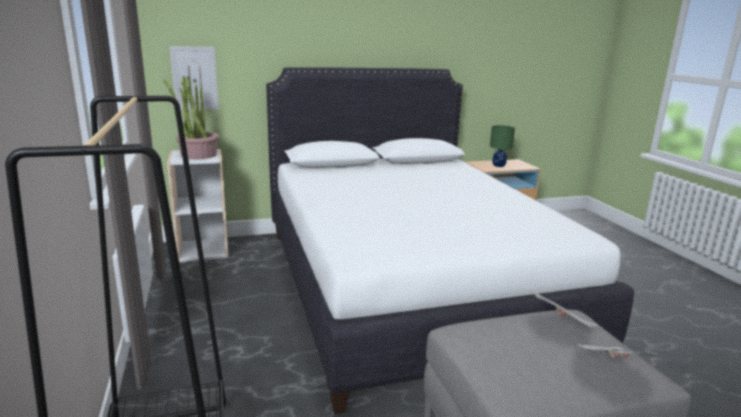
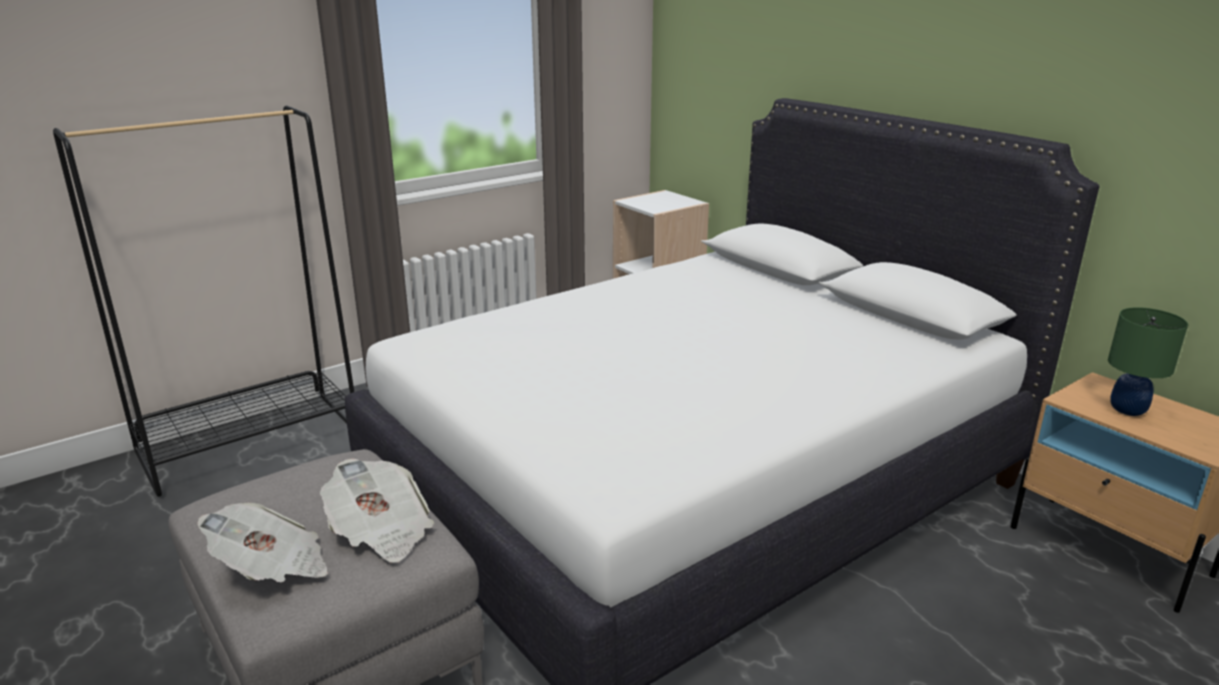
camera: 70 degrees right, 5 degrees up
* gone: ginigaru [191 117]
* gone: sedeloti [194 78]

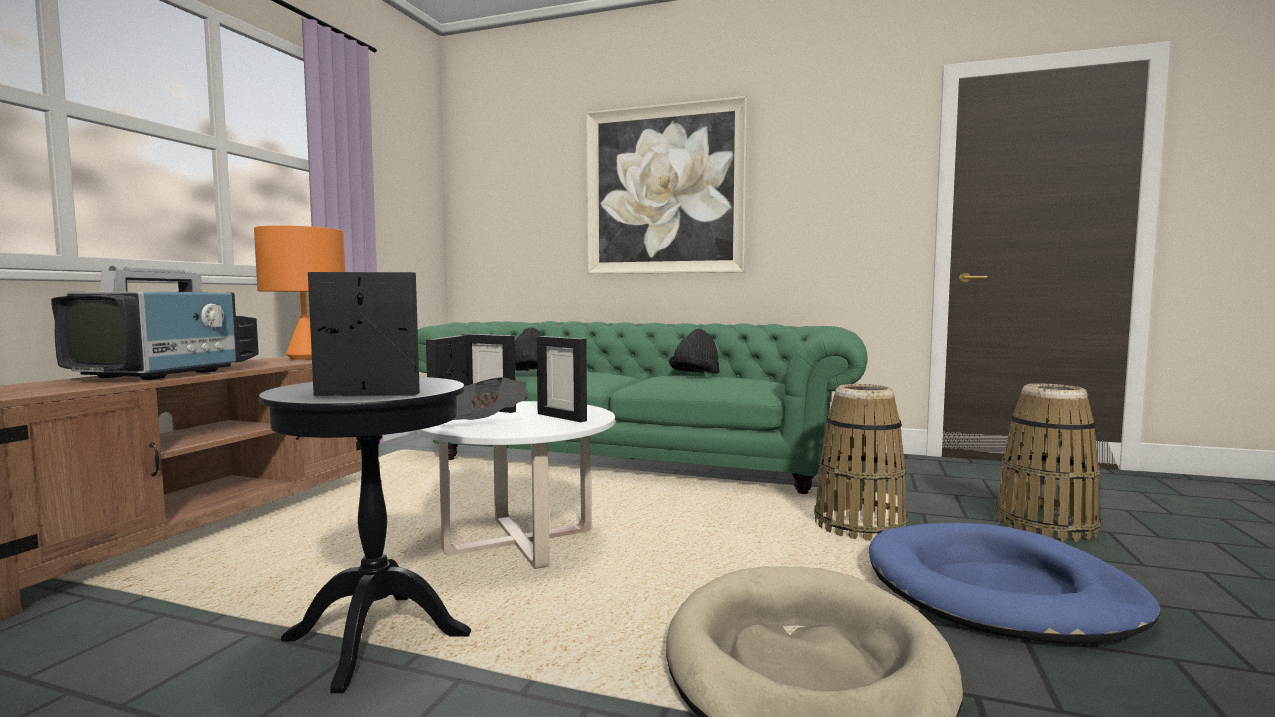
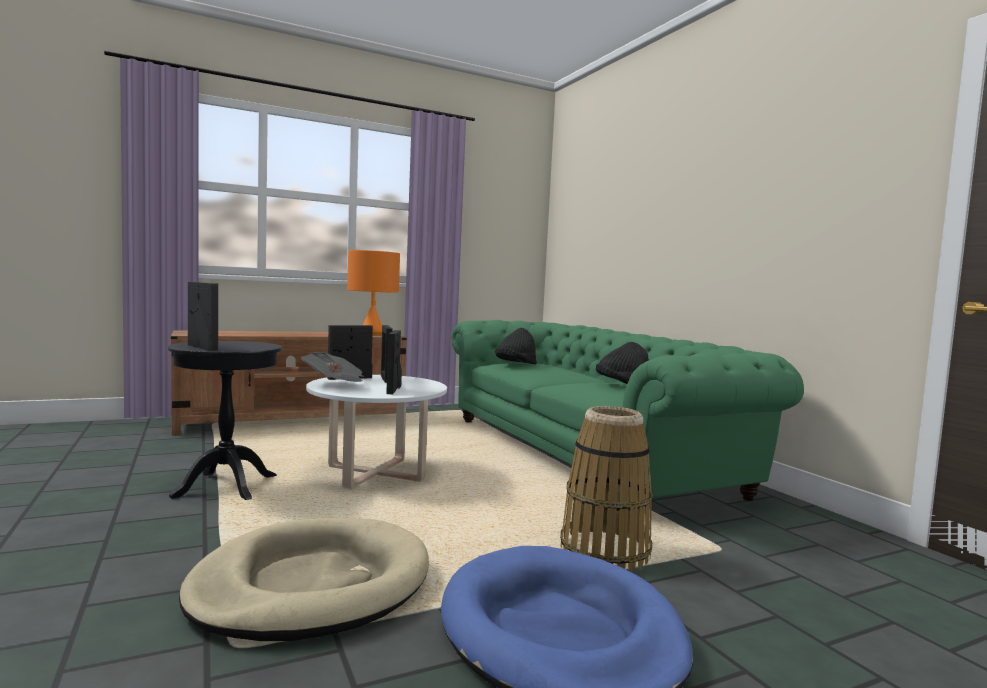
camera: 45 degrees right, 0 degrees up
* gone: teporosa [155 323]
* gone: sedeloti [667 185]
* gone: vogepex [1048 463]

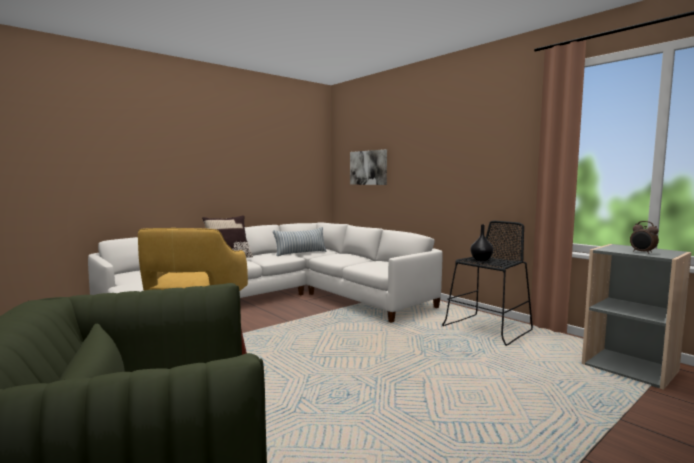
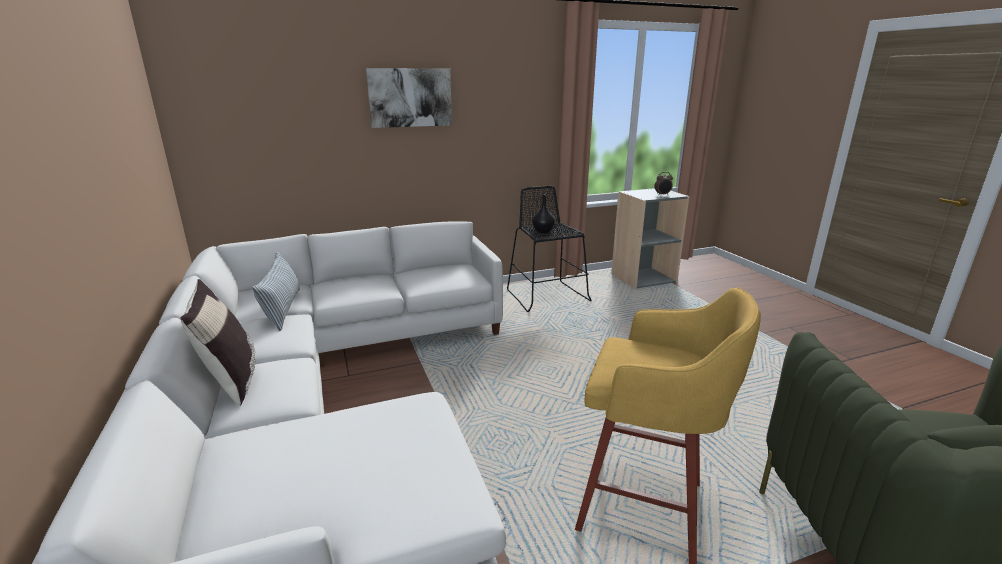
camera: 70 degrees left, 15 degrees up
* shifted: sedeloti [368 167] to [409 98]

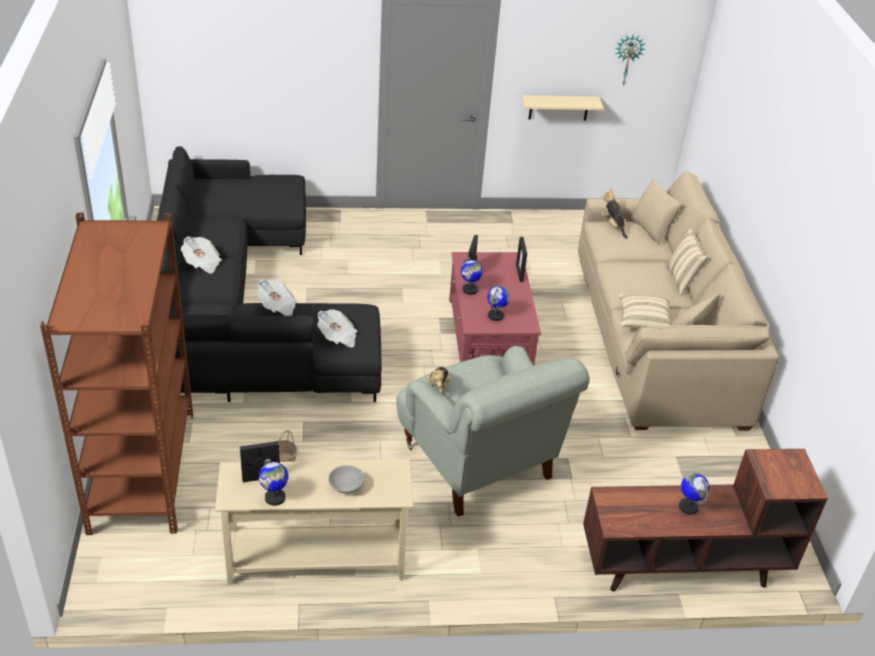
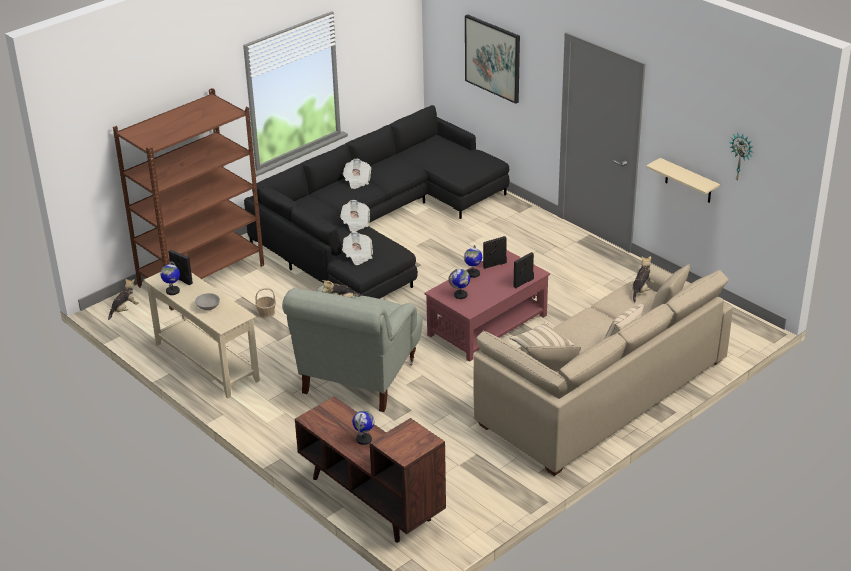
camera: 55 degrees right, 5 degrees down
* new: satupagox [123 299]
* new: sedeloti [492 59]

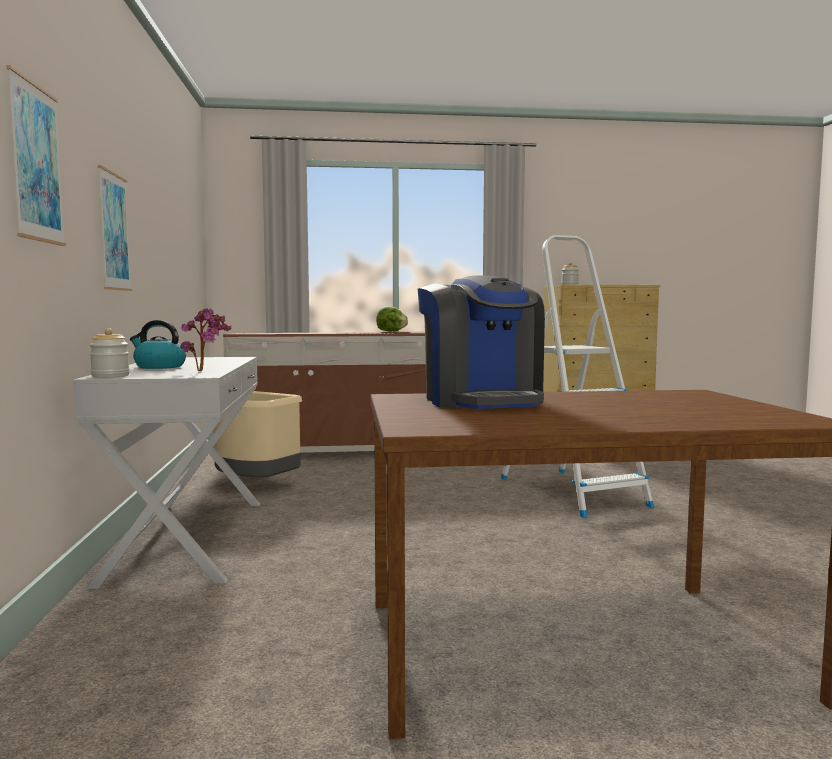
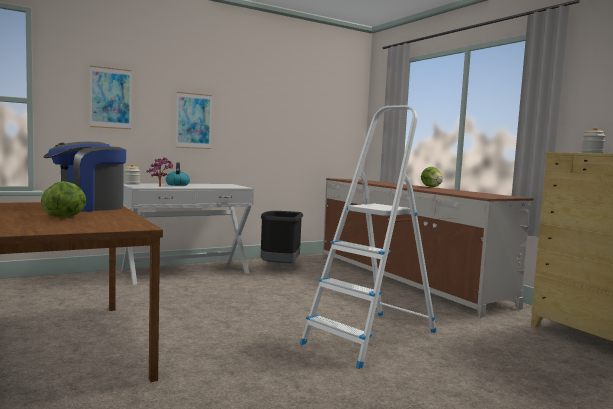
camera: 65 degrees right, 0 degrees up
* repainted: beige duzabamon [257 434] to black duzabamon [282 237]
* new: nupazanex [63 199]

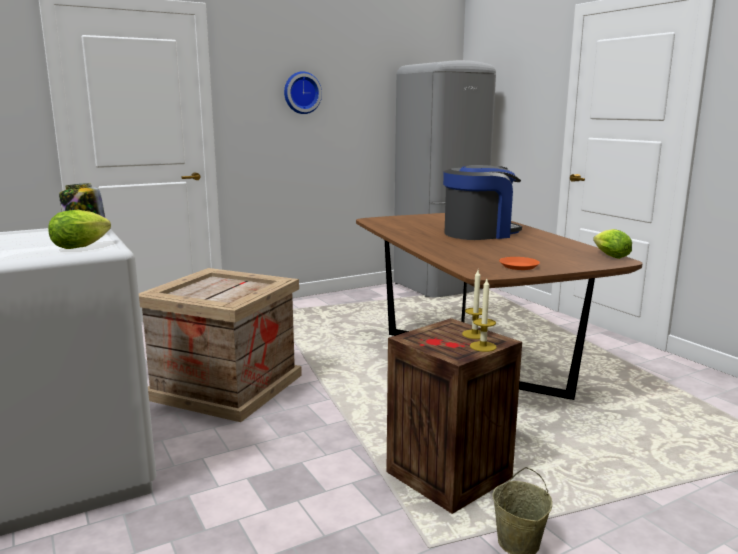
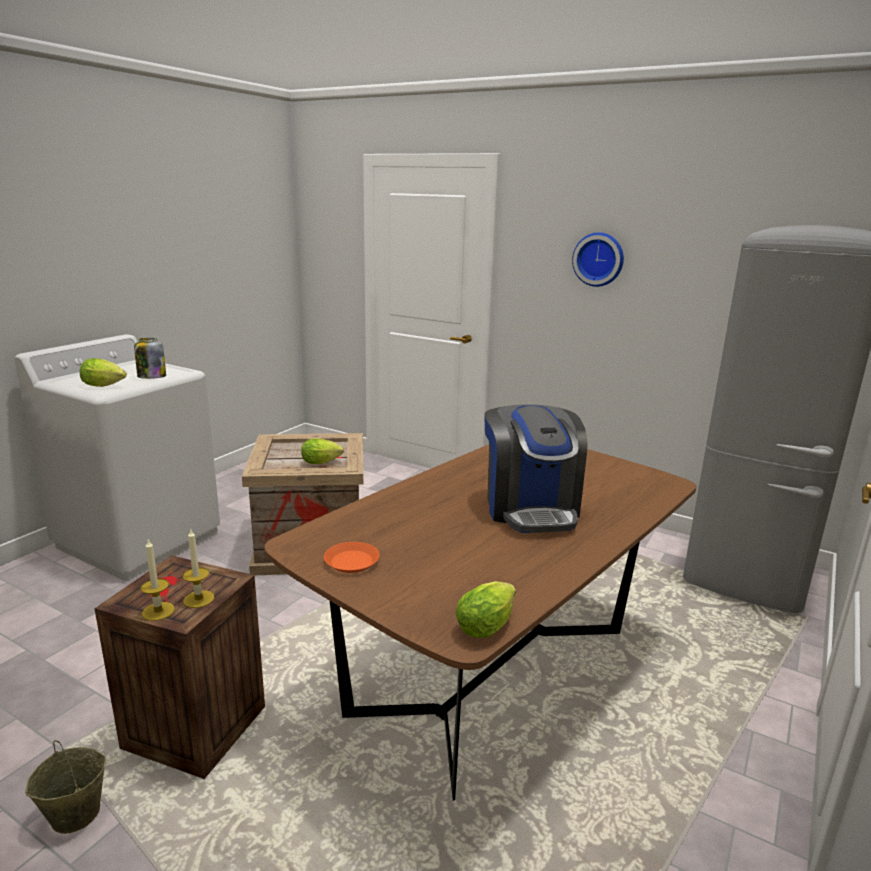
camera: 60 degrees right, 5 degrees up
* rotated: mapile [482 202] = [535 468] 45 degrees clockwise
* new: nupazanex [322 451]

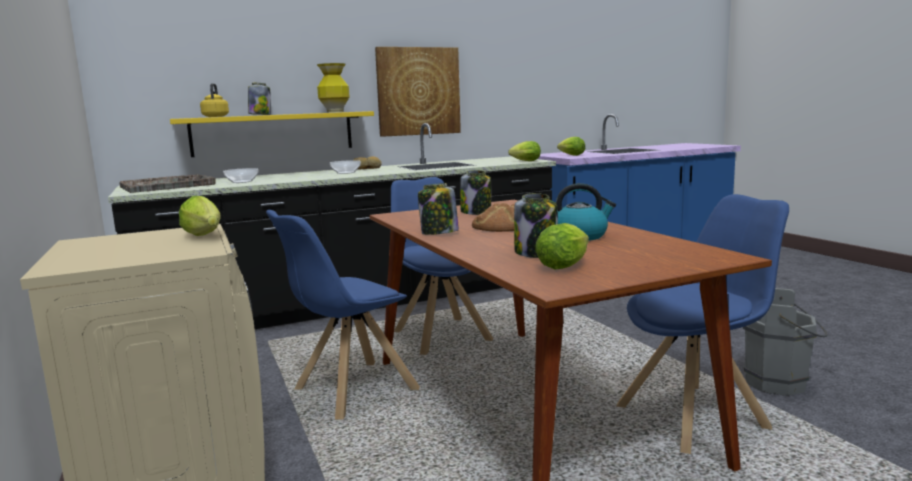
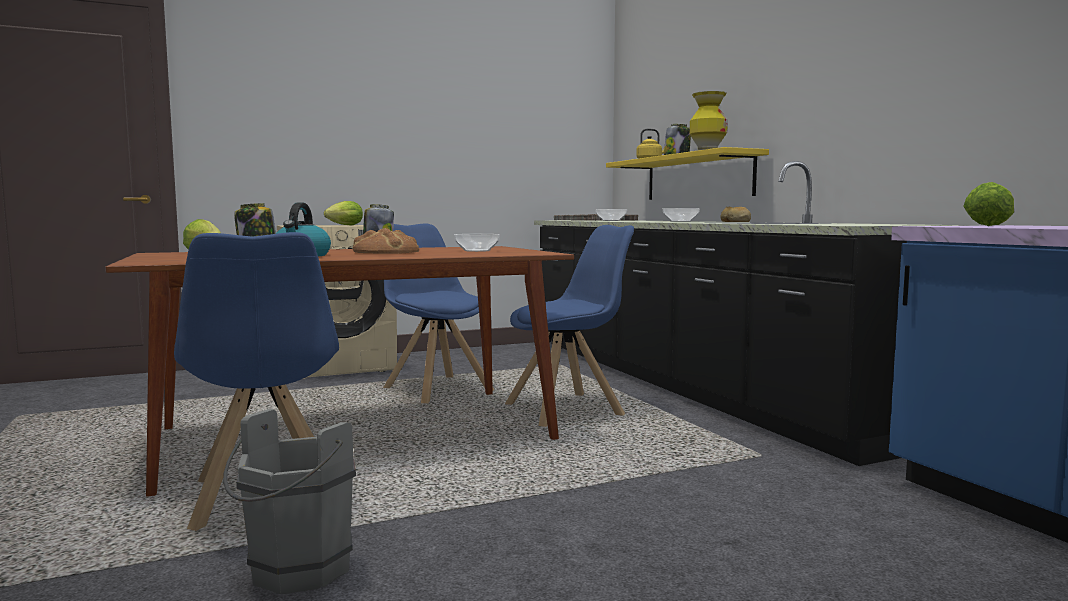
camera: 90 degrees right, 5 degrees down
* gone: sedeloti [418 92]
* swapped: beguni [475 192] to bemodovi [477 243]
* gone: nupazanex [524 151]

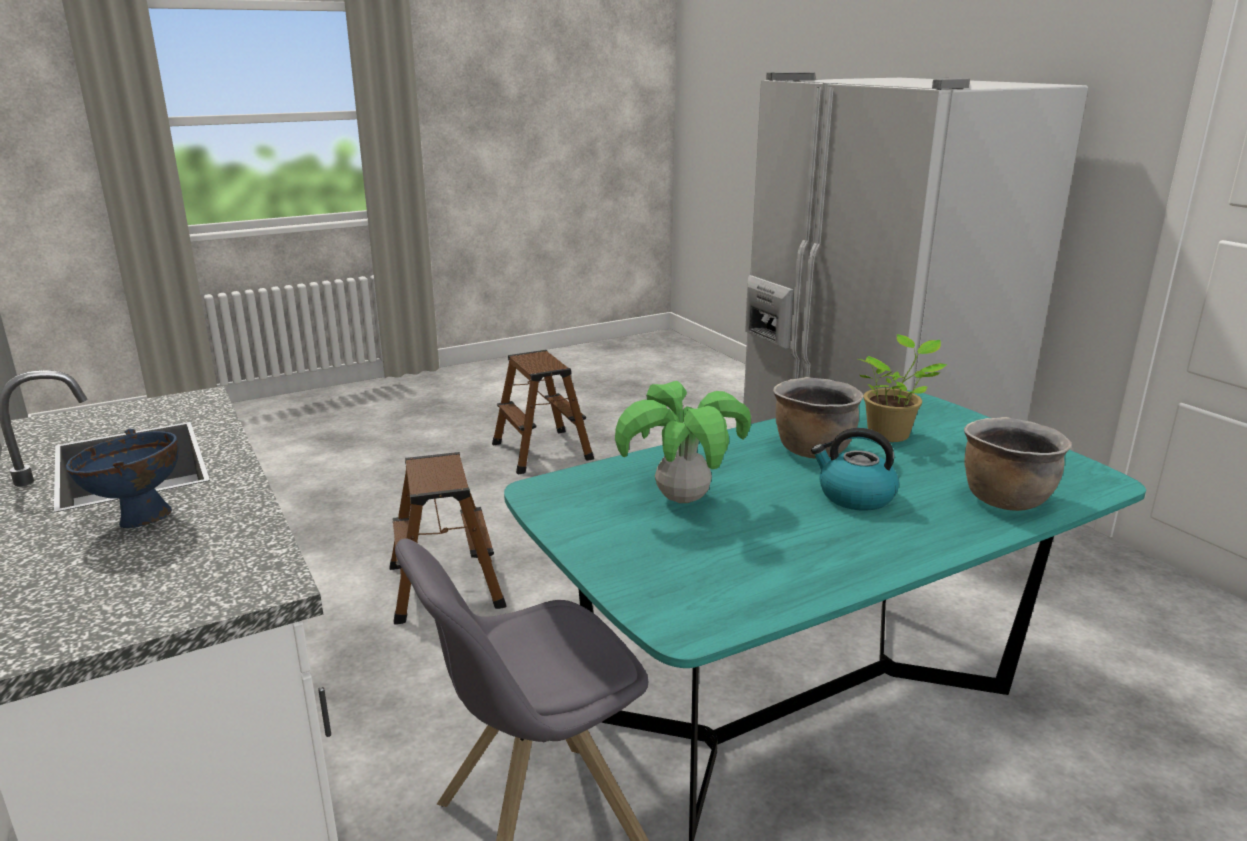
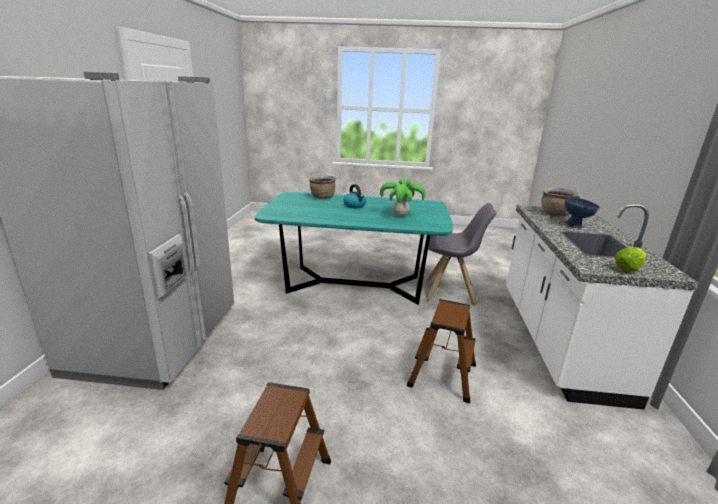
camera: 145 degrees left, 0 degrees up
* shifted: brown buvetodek [818 418] to [560 201]
* gone: ginigaru [903 388]
* new: nupazanex [630 259]

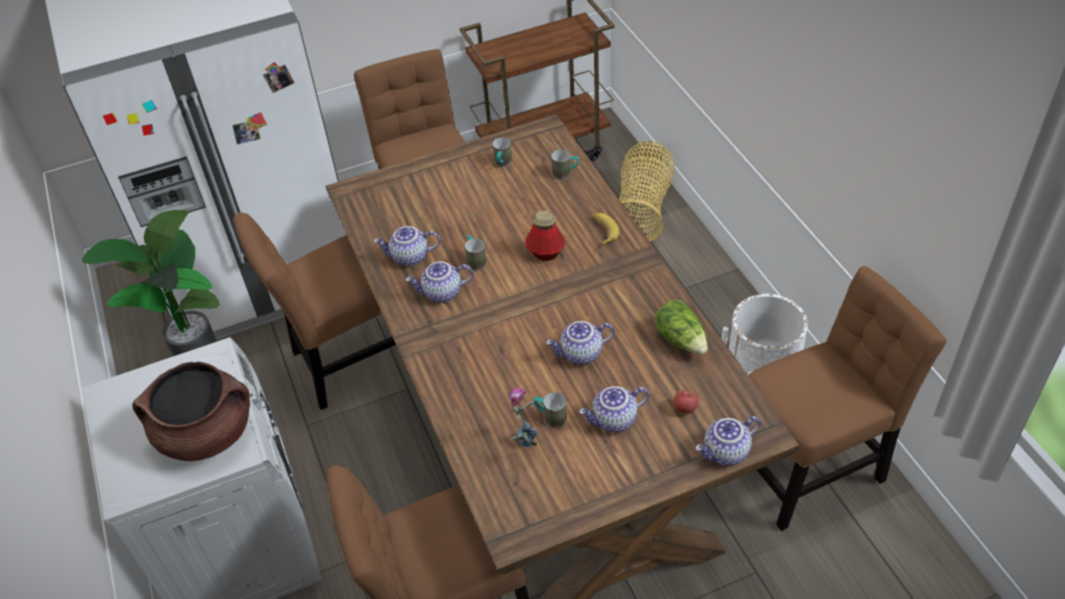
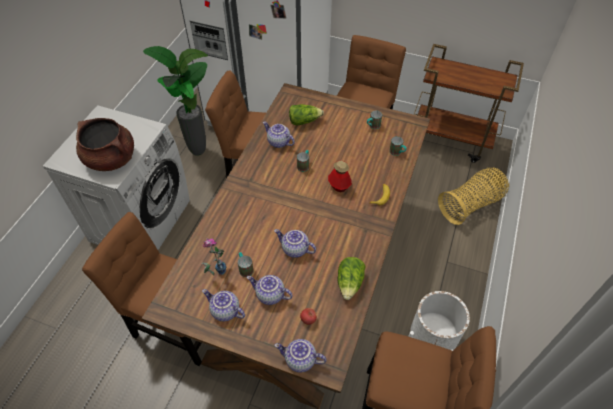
camera: 40 degrees right, 5 degrees up
* shifted: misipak [439 282] to [223 305]
* new: nupazanex [306 114]

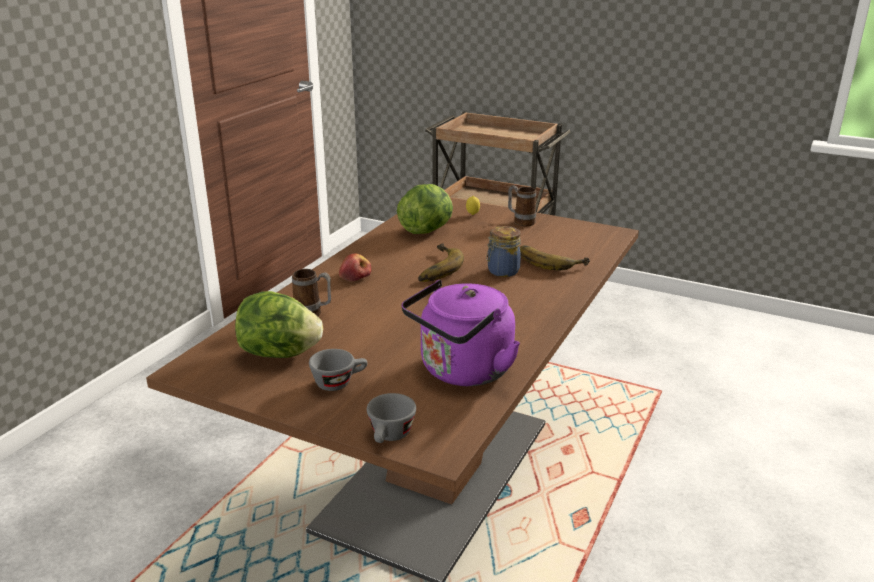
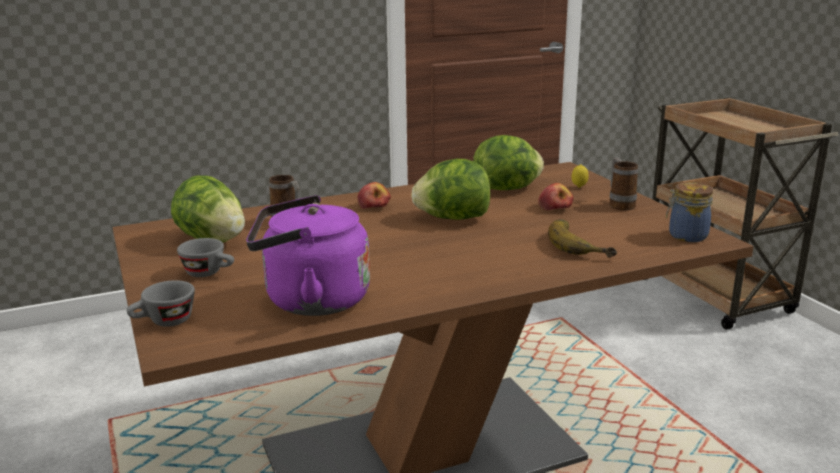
camera: 40 degrees right, 5 degrees down
* swapped: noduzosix [441 262] to nupazanex [450 189]
* shifted: beguni [503 251] to [689 212]
* new: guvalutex [556 196]

